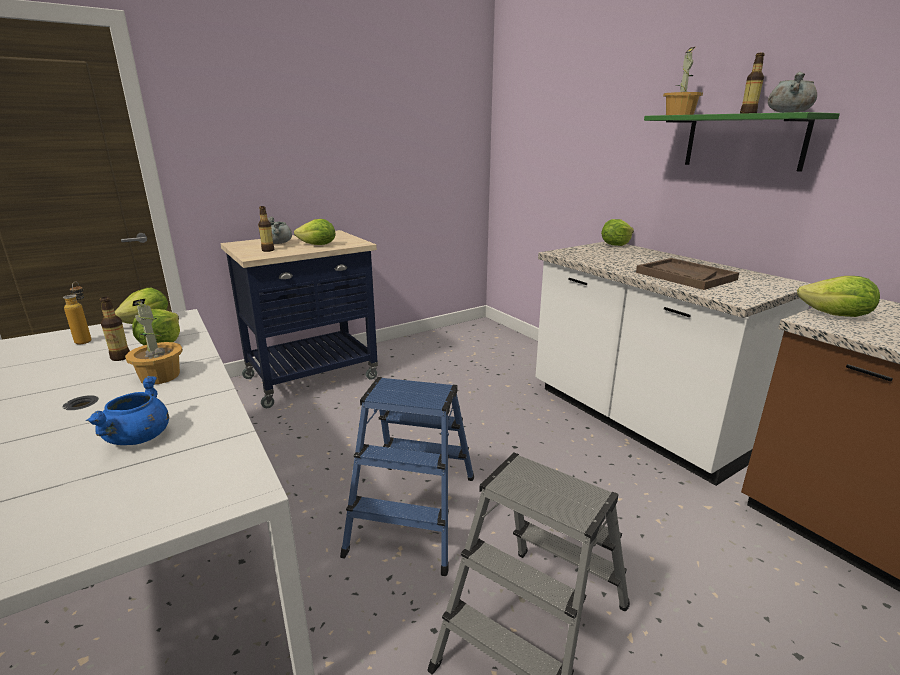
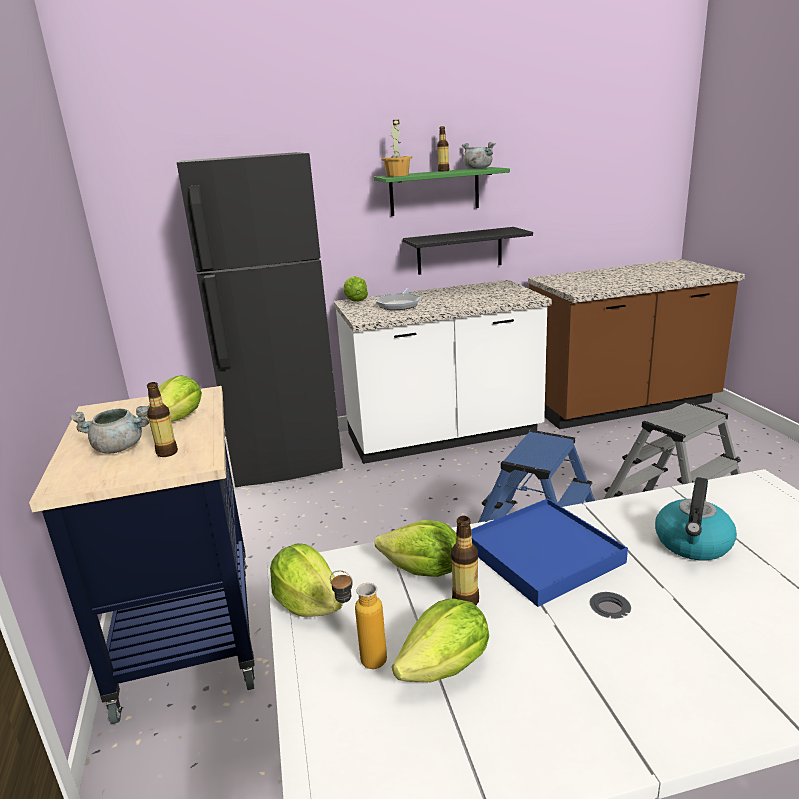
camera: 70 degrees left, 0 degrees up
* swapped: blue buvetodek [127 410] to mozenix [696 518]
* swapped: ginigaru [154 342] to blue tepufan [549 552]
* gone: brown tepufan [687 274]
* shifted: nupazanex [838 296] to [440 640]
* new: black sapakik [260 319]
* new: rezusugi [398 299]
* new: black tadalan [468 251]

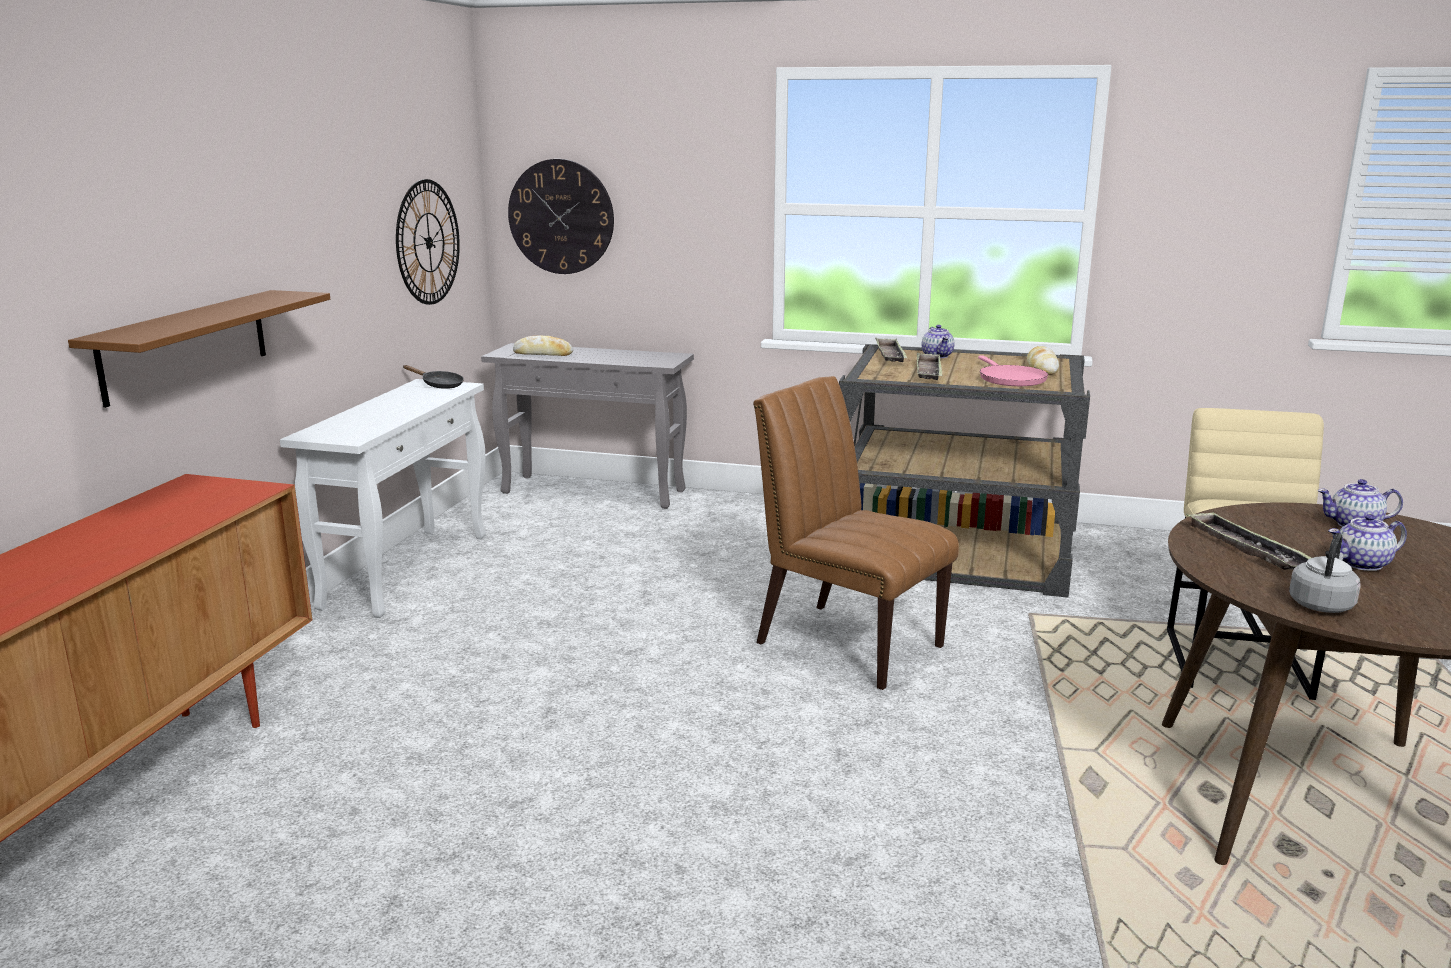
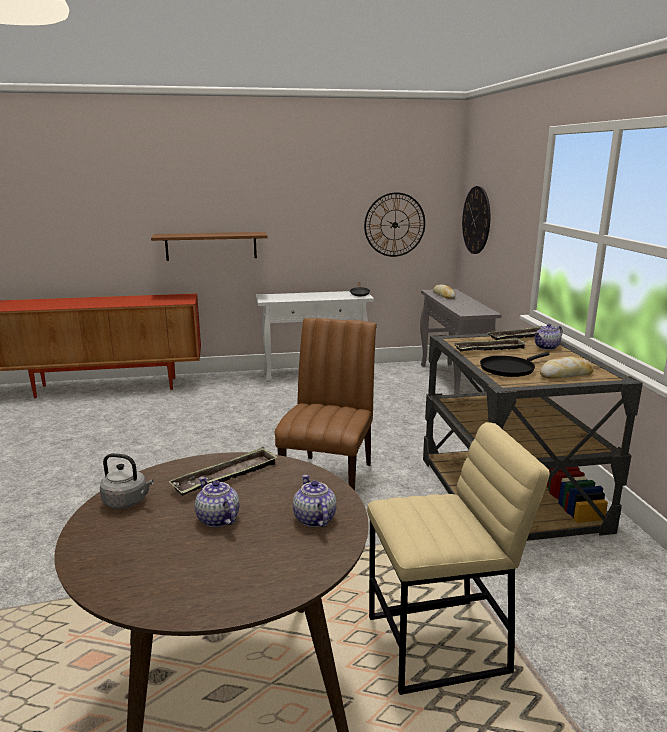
camera: 65 degrees right, 0 degrees up
* repainted: pink rezusugi [1013 370] to black rezusugi [514 364]

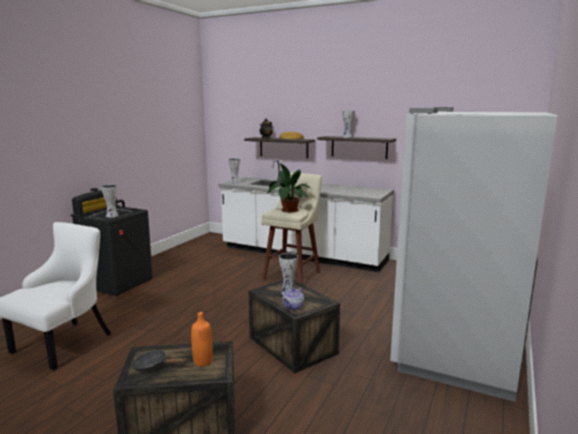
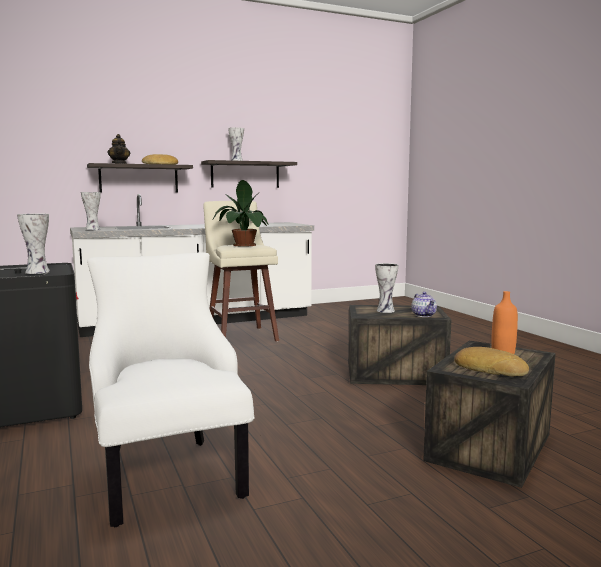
camera: 50 degrees left, 5 degrees down
* swapped: black rezusugi [159 361] to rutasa [491 361]
* gone: white sapakik [473 254]

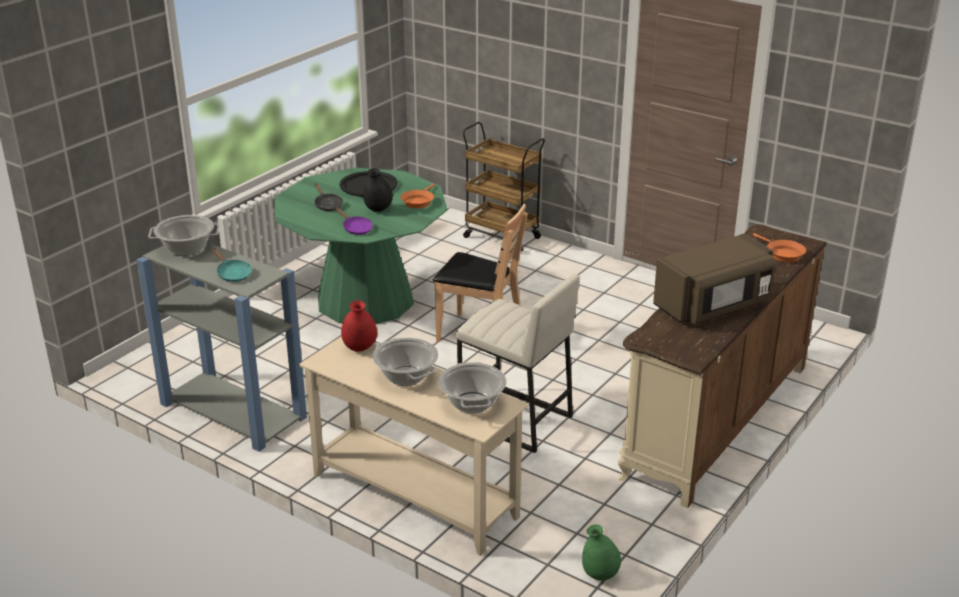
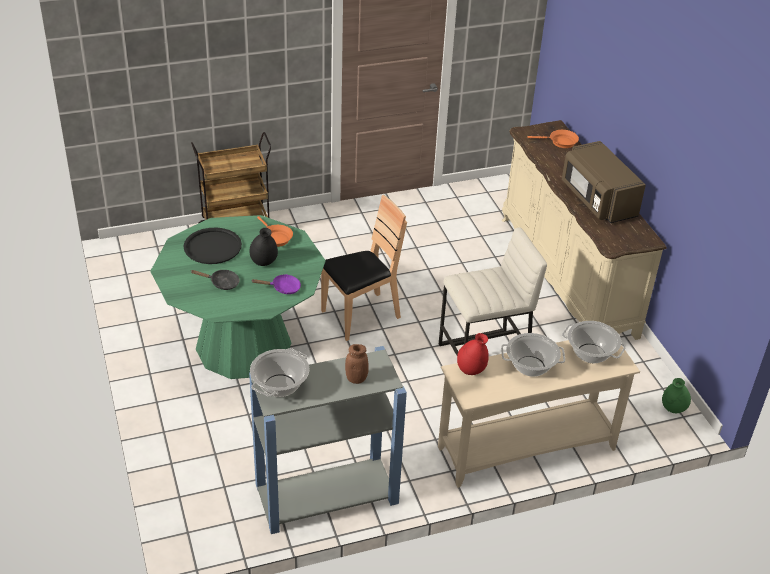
camera: 55 degrees left, 10 degrees up
* swapped: turquoise rezusugi [232 265] to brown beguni [357 364]
* rotated: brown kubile [714 279] = [604 182] 150 degrees clockwise

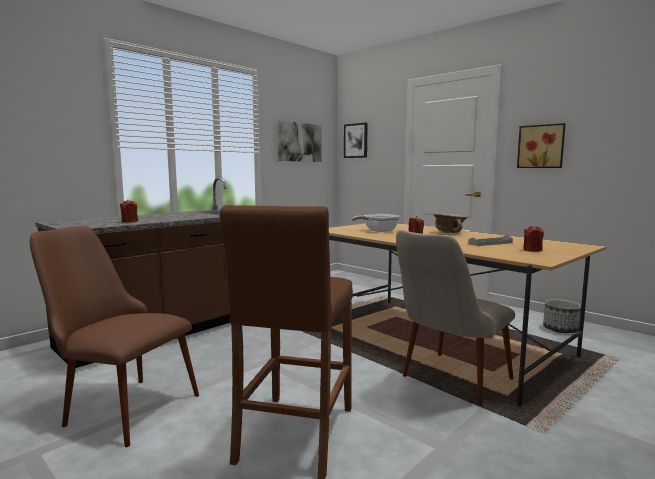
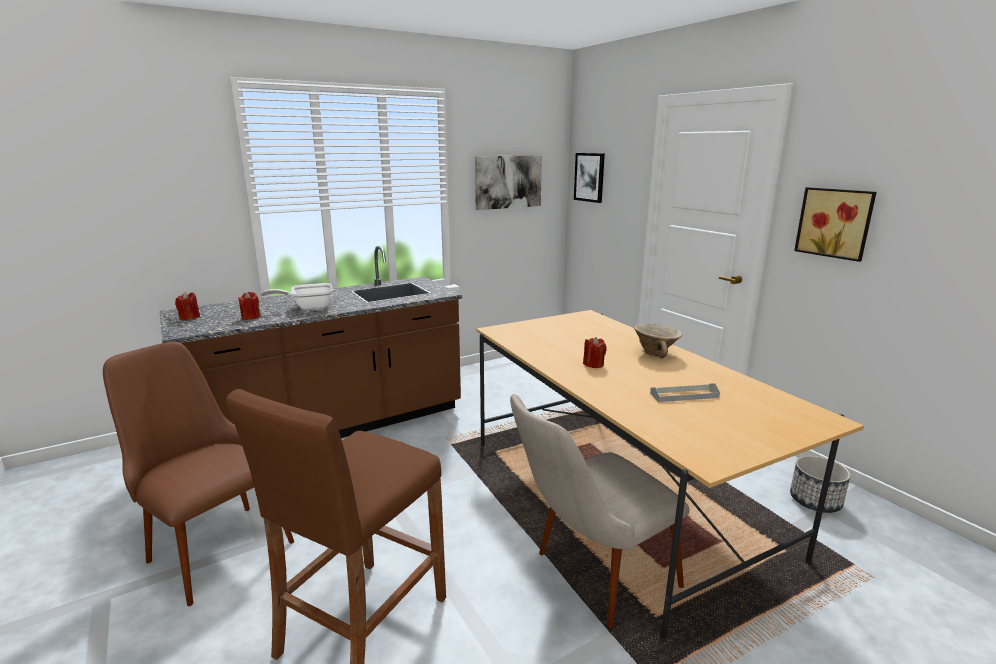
camera: 15 degrees right, 10 degrees up
* shifted: rezusugi [375 223] to [297 296]
* shifted: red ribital [533 238] to [187 306]

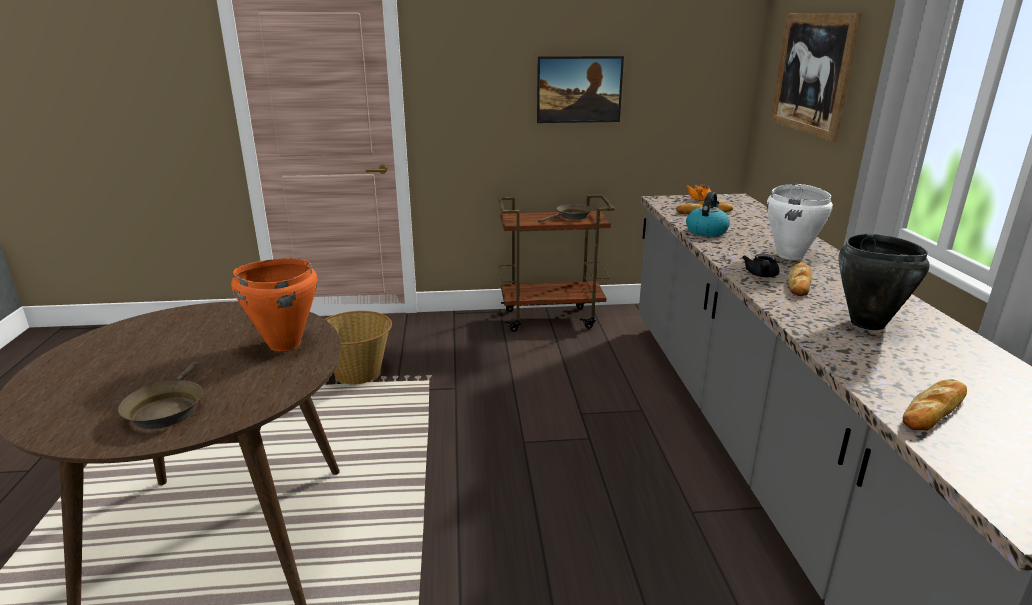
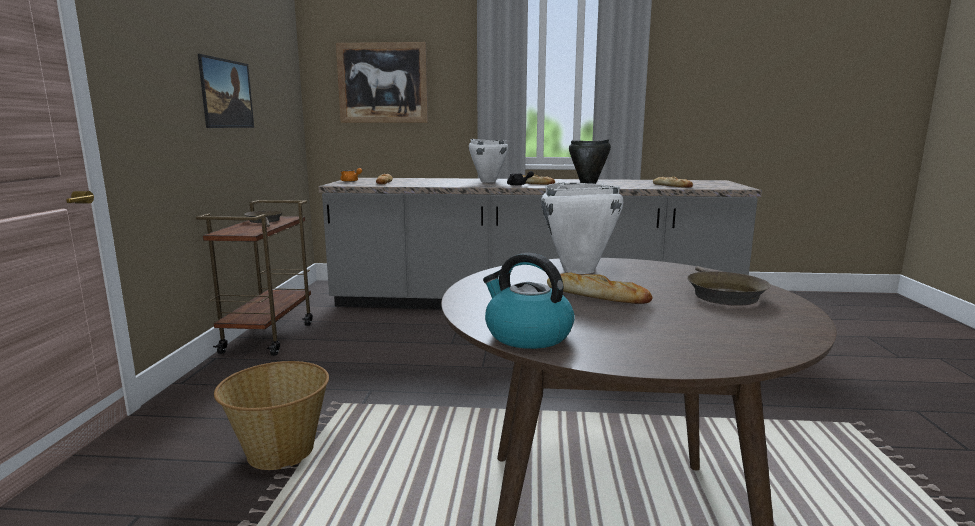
camera: 80 degrees left, 10 degrees down
* rotated: brown rezusugi [160 395] = [729 286] 90 degrees clockwise
* repainted: orange buvetodek [274 304] to white buvetodek [582 228]
* shifted: mozenix [708 214] to [529 301]
* new: rutasa [599 288]

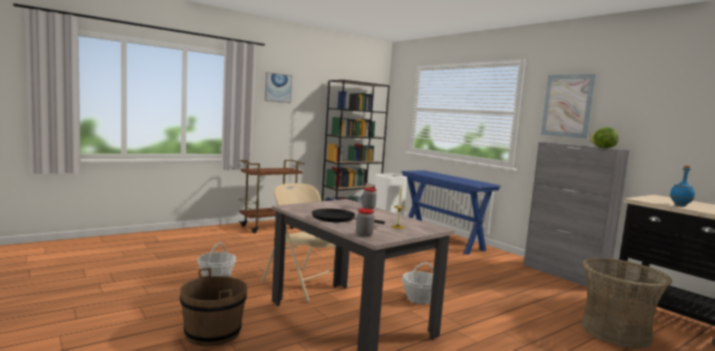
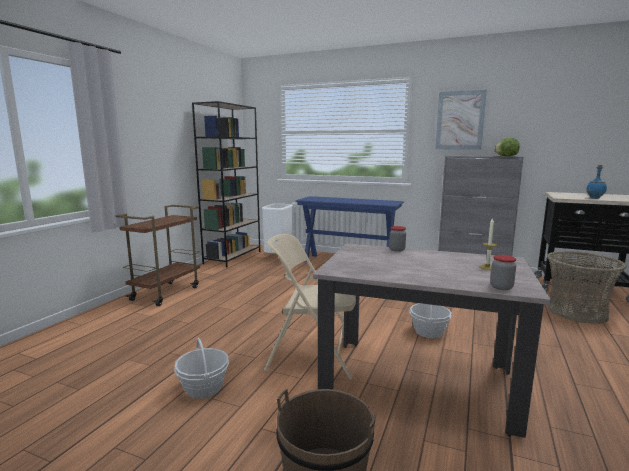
camera: 30 degrees left, 5 degrees up
* gone: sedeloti [278 87]
* gone: black rezusugi [348 216]

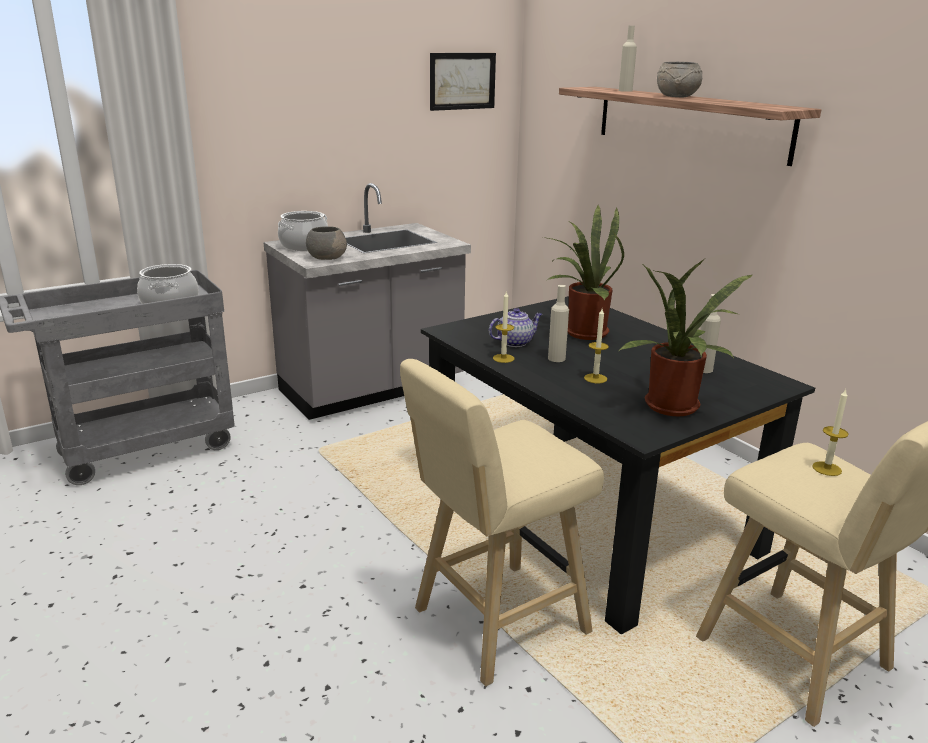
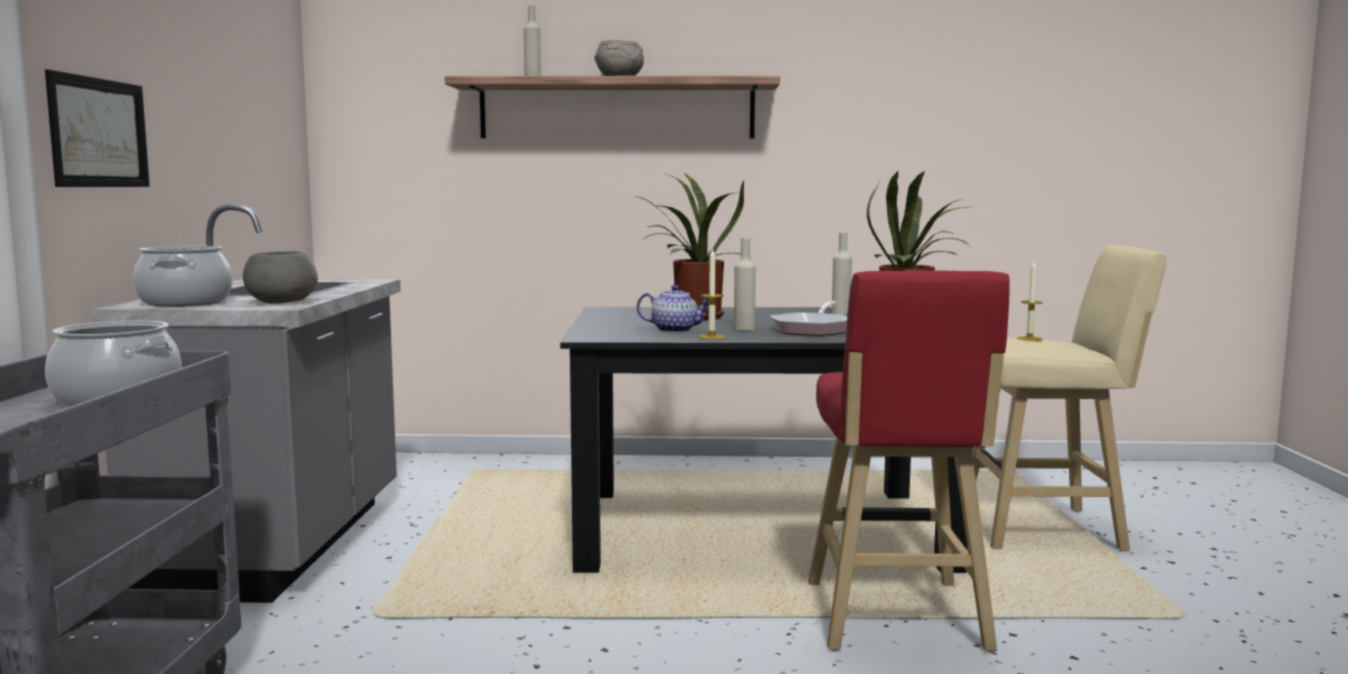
camera: 55 degrees left, 15 degrees down
* repainted: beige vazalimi [502 522] to red vazalimi [909 461]
* shifted: sedeloti [463 82] to [97 128]
* rotated: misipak [515 327] = [673 309] 90 degrees clockwise
* swapped: ribital [596 346] to rezusugi [808 318]

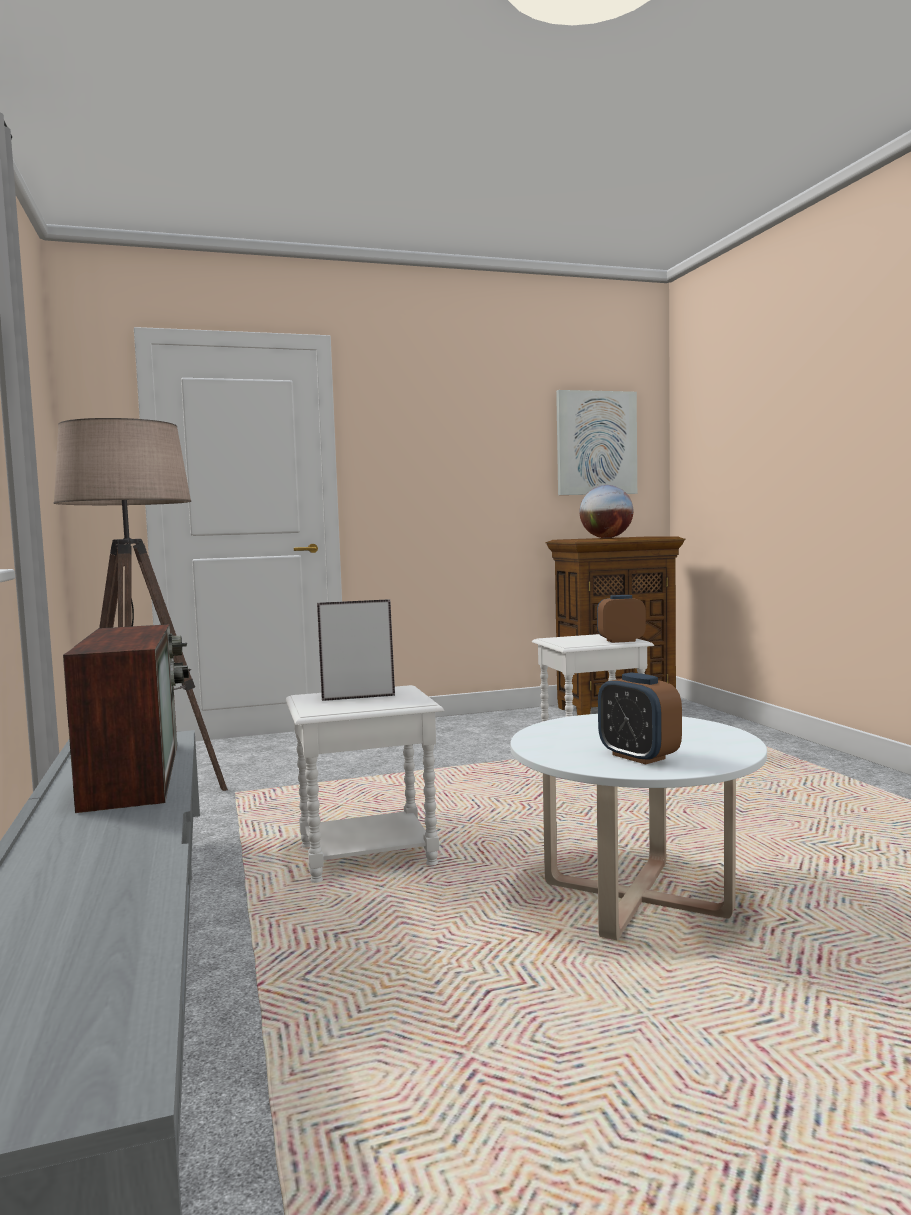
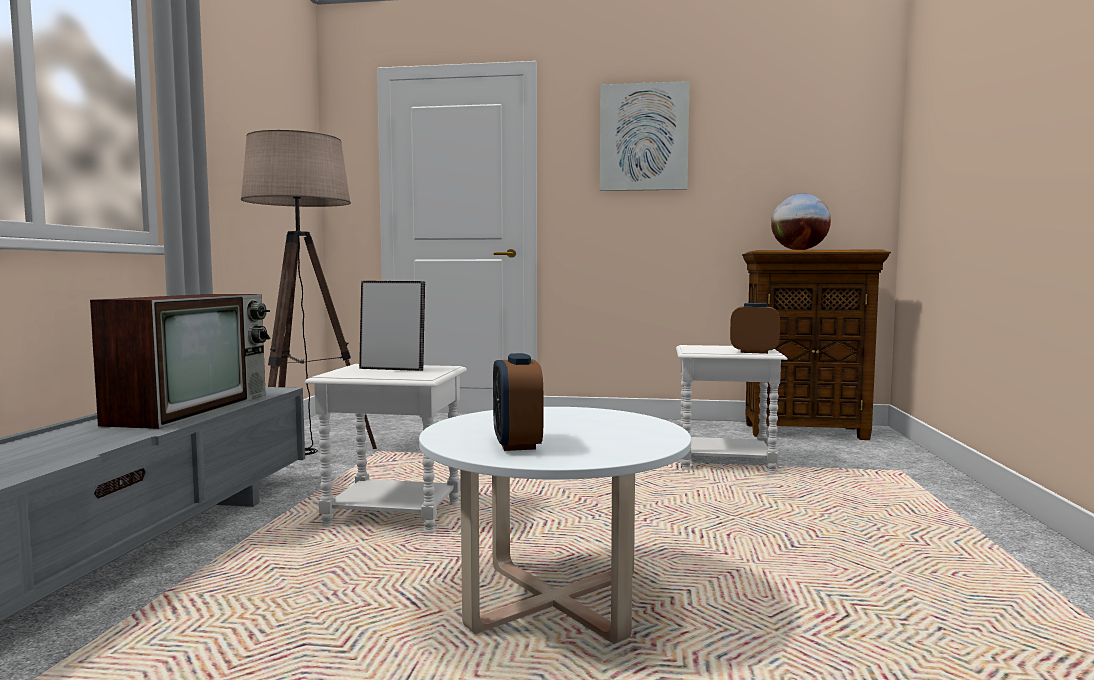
camera: 25 degrees right, 0 degrees up
* shifted: sedeloti [596 442] to [645 136]

